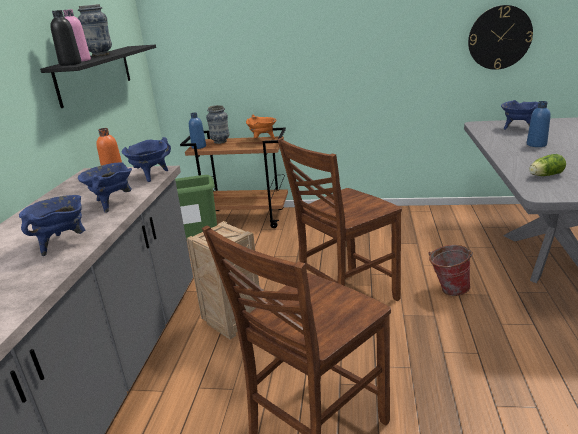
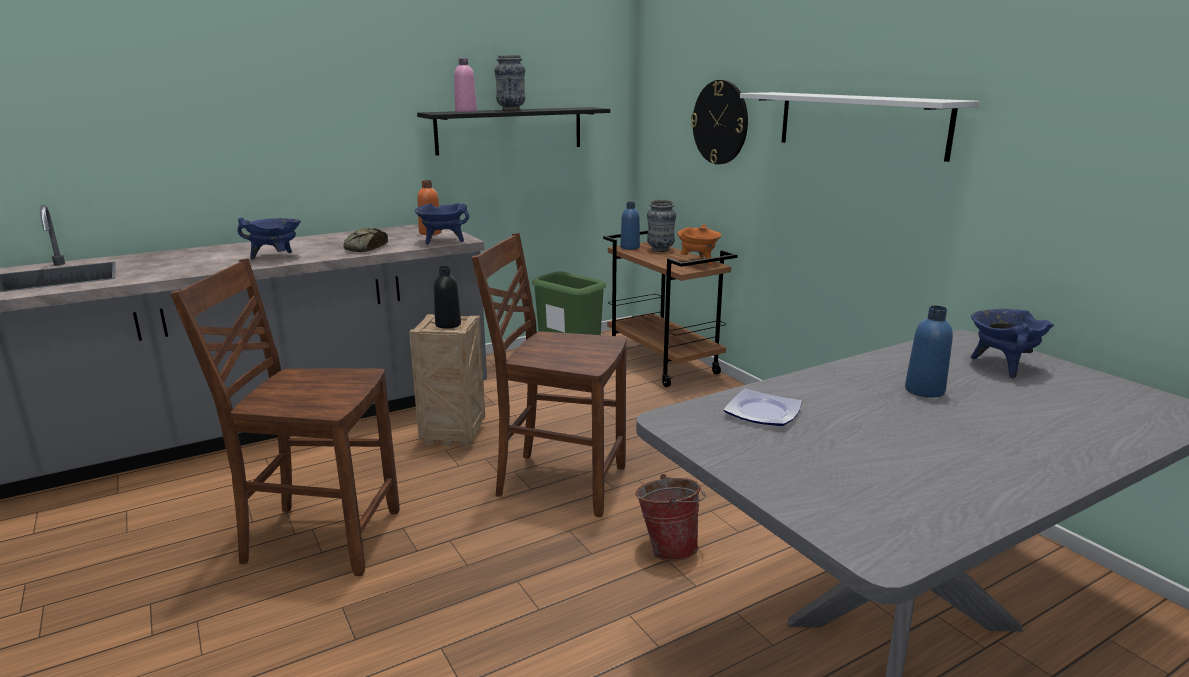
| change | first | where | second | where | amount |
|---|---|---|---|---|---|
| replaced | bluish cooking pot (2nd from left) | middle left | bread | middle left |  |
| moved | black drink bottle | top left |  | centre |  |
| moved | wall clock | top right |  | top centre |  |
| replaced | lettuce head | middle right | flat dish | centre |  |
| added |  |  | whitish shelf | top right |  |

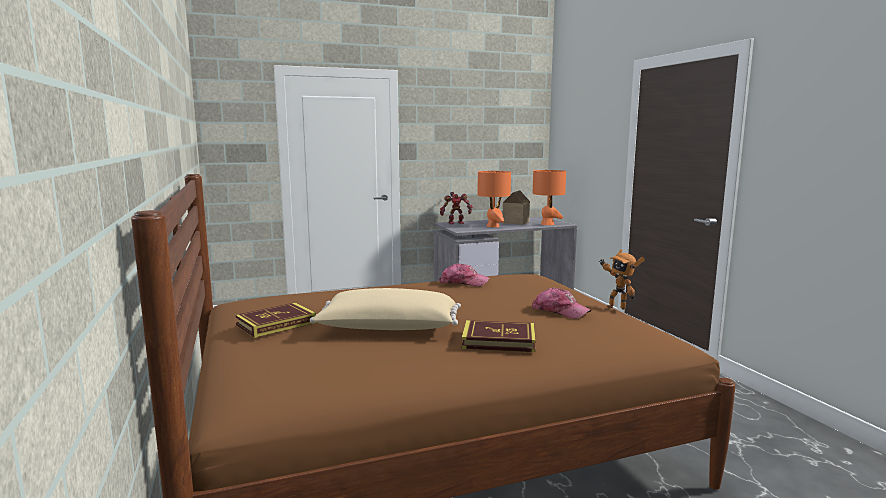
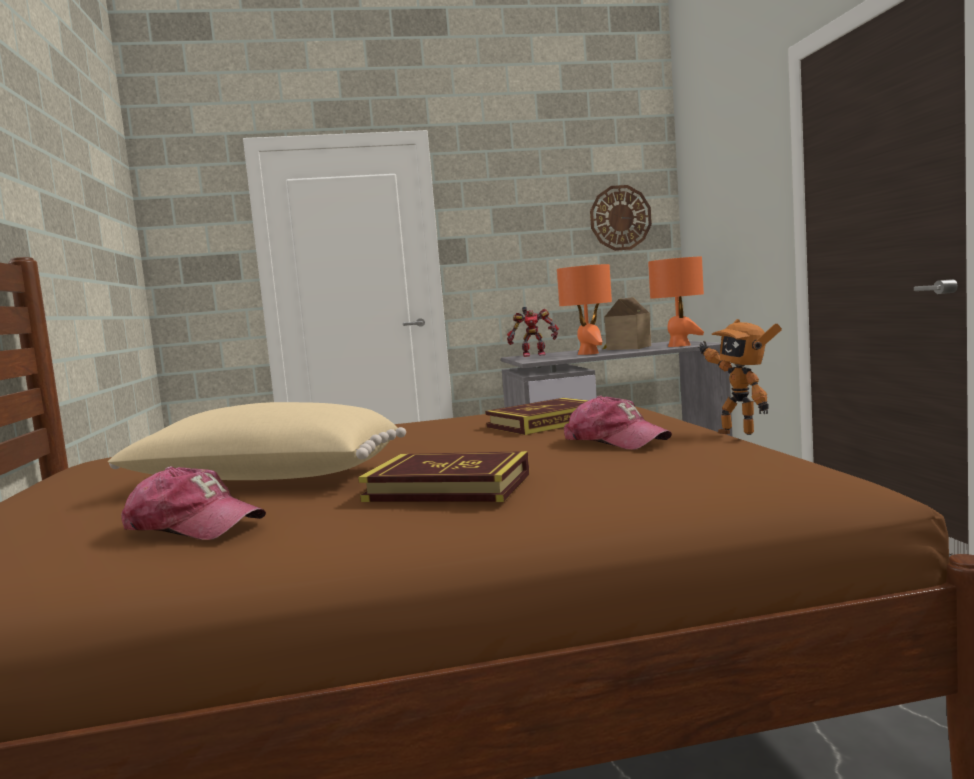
| change | first | where | second | where | amount |
|---|---|---|---|---|---|
| moved | cap (1st from left) | centre |  | middle left |  |
| moved | bound book (1st from left in the first image) | middle left | bound book (2nd from left) | centre |  |
| added |  |  | wall clock | top centre |  |

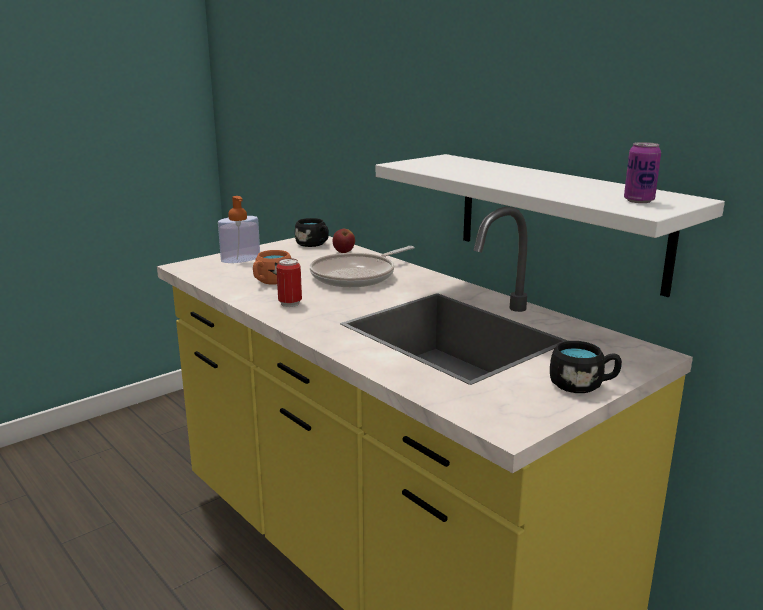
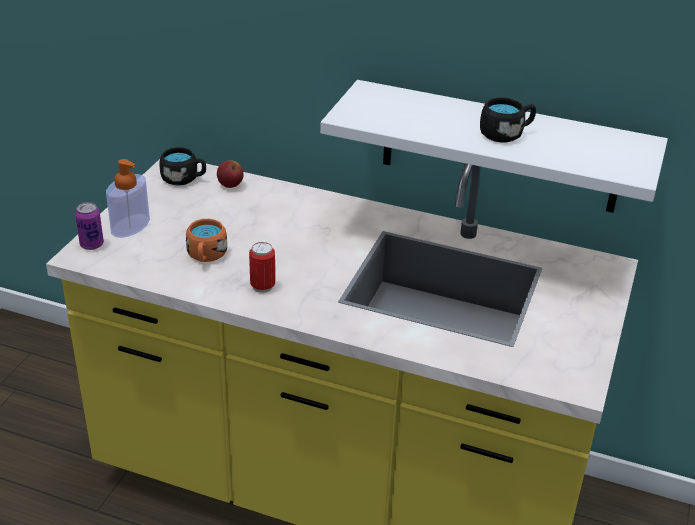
| change | first | where | second | where | amount |
|---|---|---|---|---|---|
| moved | can (2nd from left in the first image) | top right | can (1st from left) | middle left |  |
| moved | black tea mug (2nd from left) | middle right |  | top right |  |
| removed | skillet | centre |  |  |  |

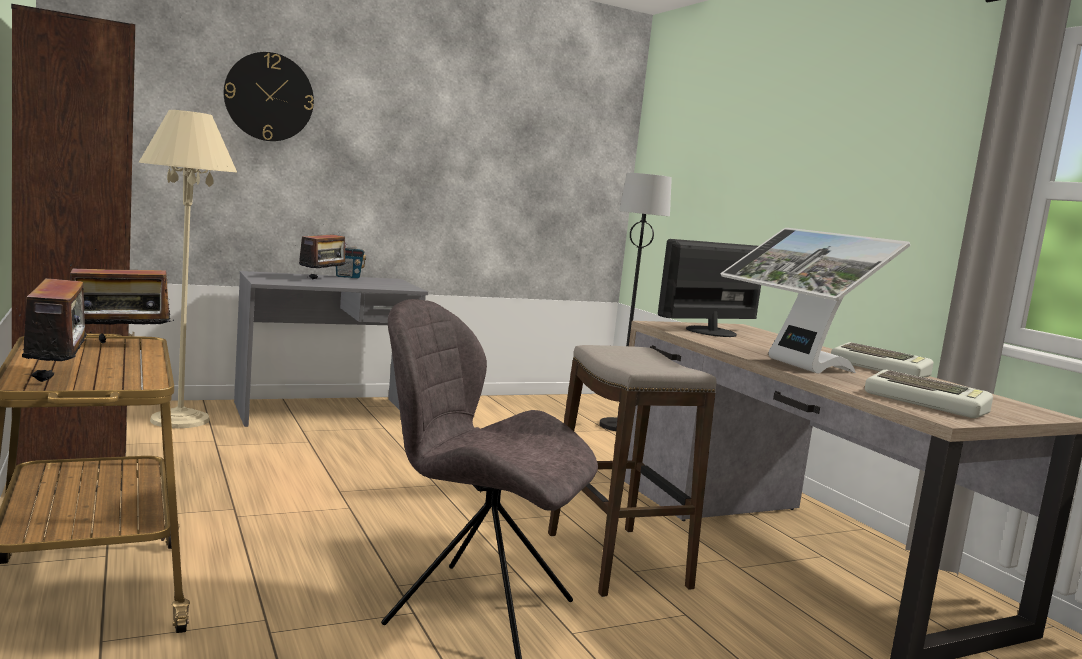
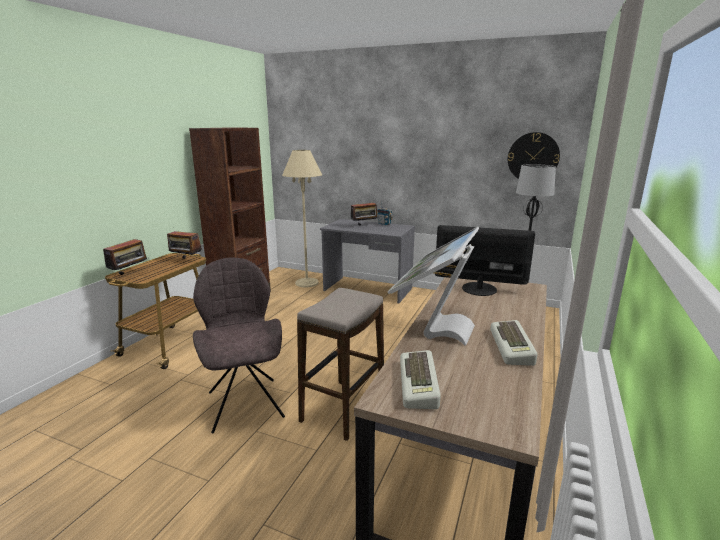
| change | first | where | second | where | amount |
|---|---|---|---|---|---|
| moved | wall clock | top left |  | top right |  |

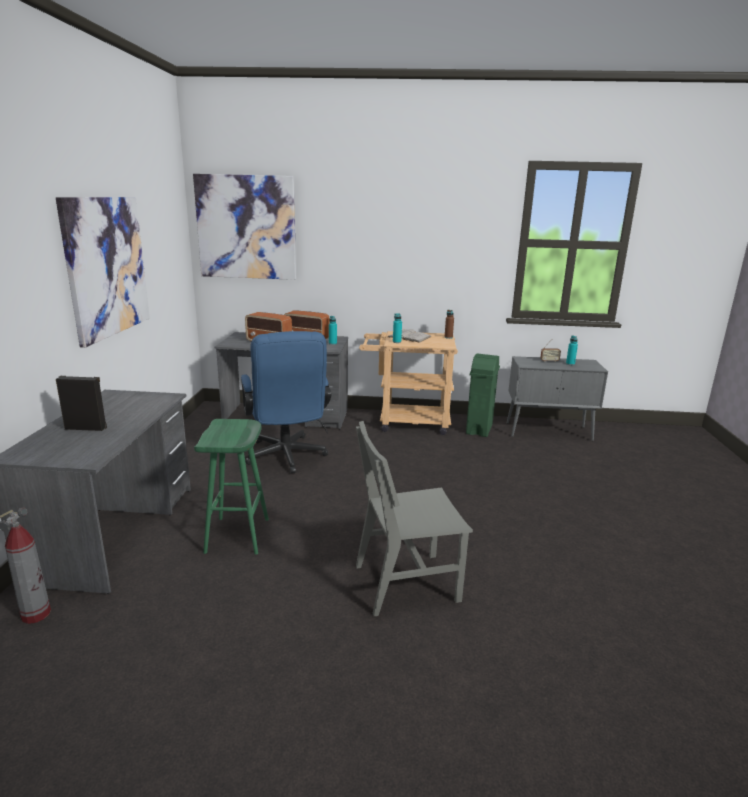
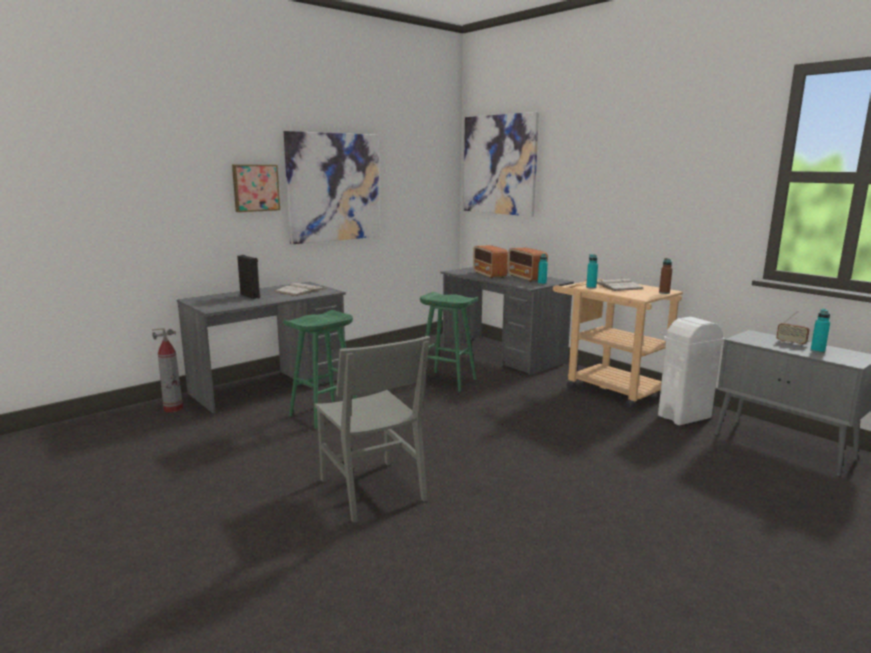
| change | first | where | second | where | amount |
|---|---|---|---|---|---|
| added |  |  | wall picture (1st from left) | top left |  |
| added |  |  | whitish bound book (1st from left) | centre |  |
| turned | grey upright chair | centre |  | centre | 150 degrees counterclockwise |
| replaced | bluish computer chair | centre | greenish stool (2nd from left) | centre |  |
| recoloured | greenish rubbish bin | centre | whitish rubbish bin | middle right |  |

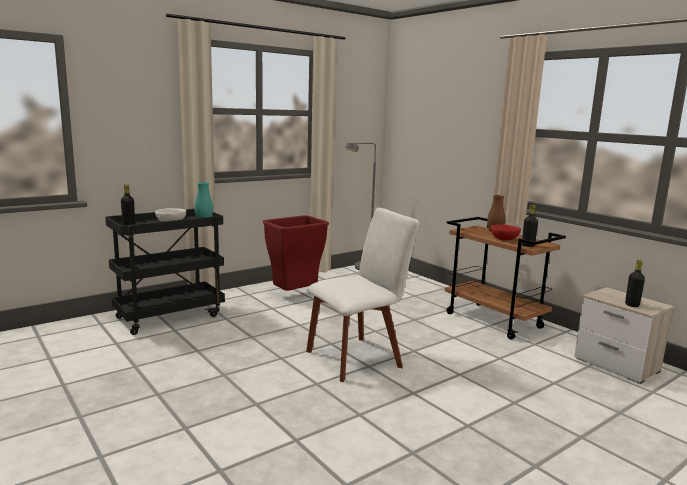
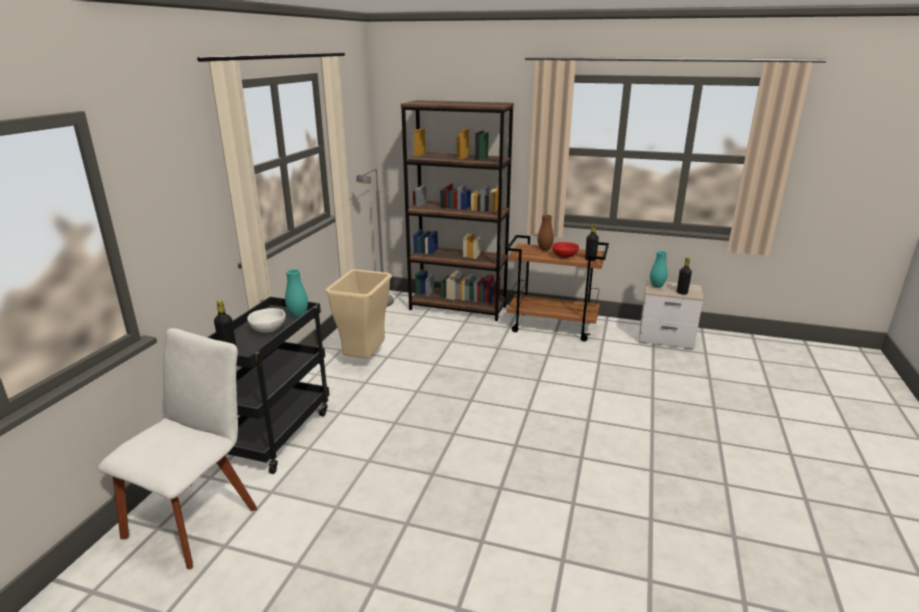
| change | first | where | second | where | amount |
|---|---|---|---|---|---|
| moved | whitish upright chair | centre |  | bottom left |  |
| recoloured | red-coloured rubbish bin | centre | sand-coloured rubbish bin | centre |  |
| added |  |  | brown bookcase | centre |  |
| added |  |  | turquoise-coloured flower vase (2nd from left) | middle right |  |

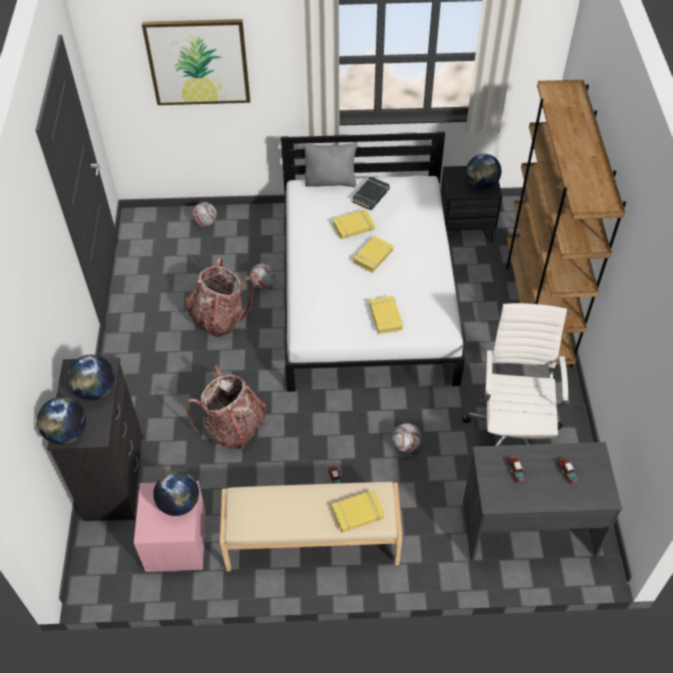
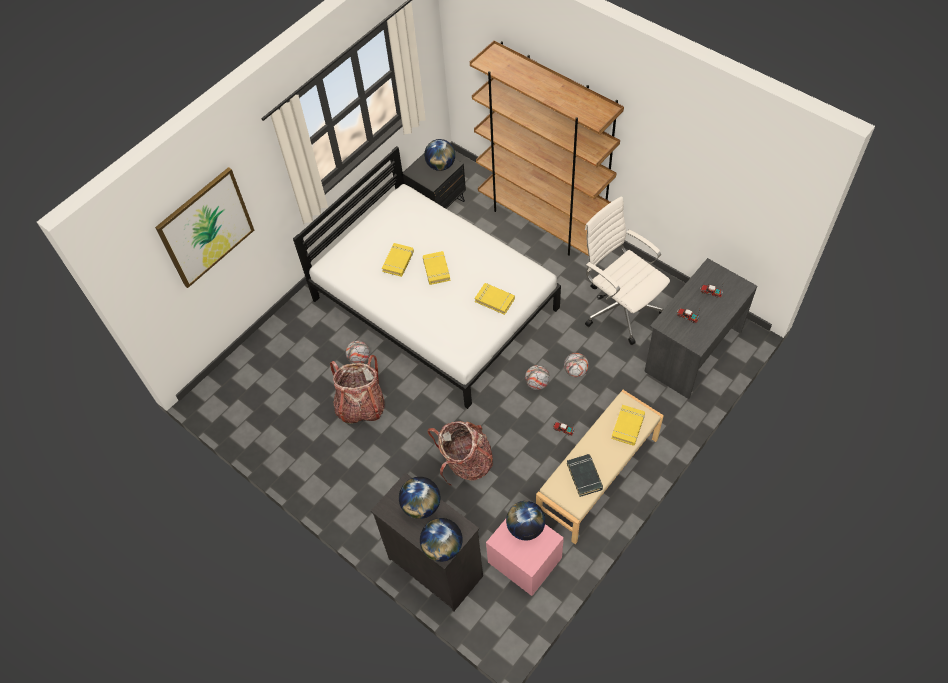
| change | first | where | second | where | amount |
|---|---|---|---|---|---|
| moved | ball for football (1st from left in the first image) | top left | ball for football (2nd from left) | centre |  |
| moved | black bound book | top centre |  | bottom centre |  |
| removed | grey throw pillow | top centre |  |  |  |

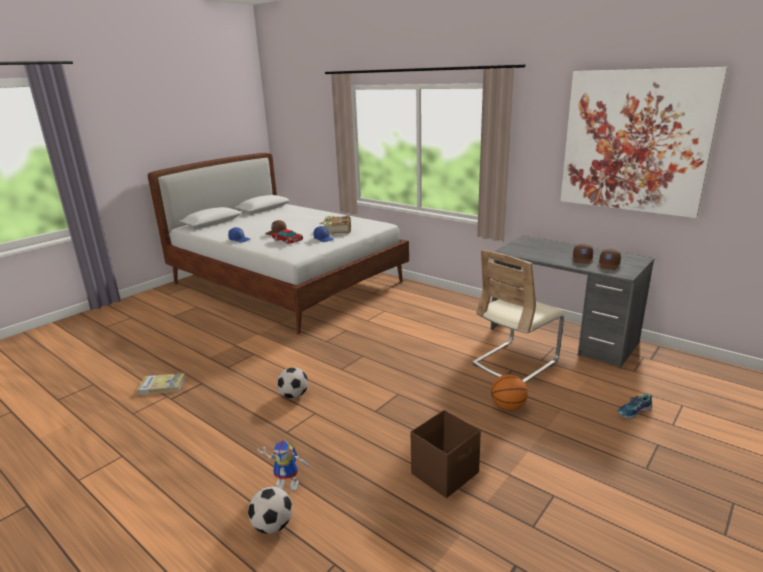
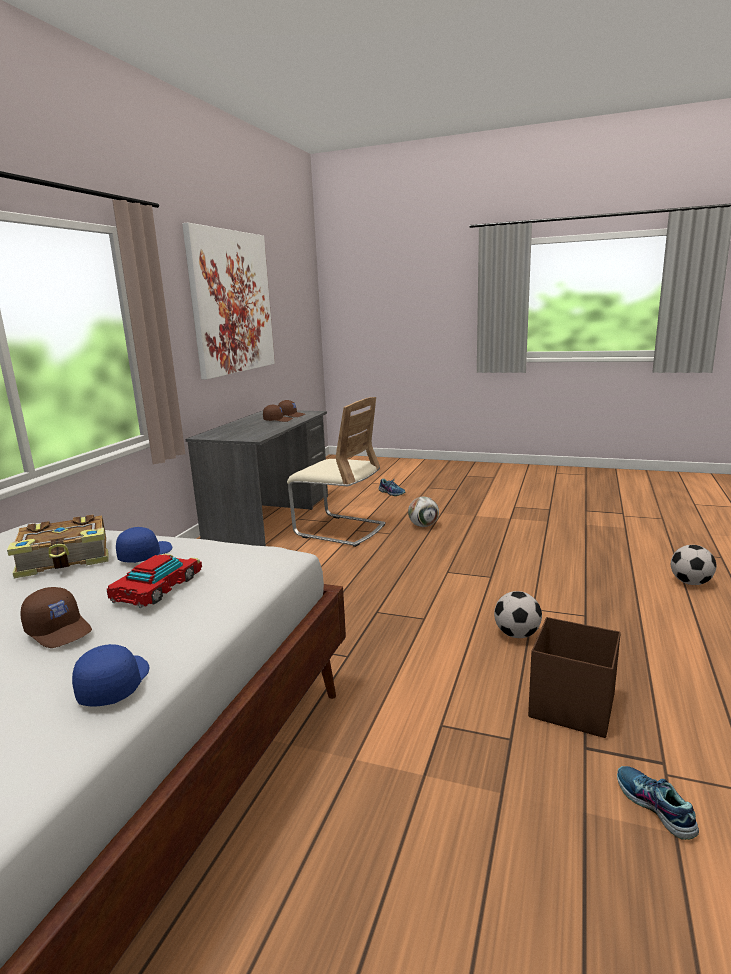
| change | first | where | second | where | amount |
|---|---|---|---|---|---|
| replaced | basketball | bottom right | ball for football (1st from left) | centre |  |
| moved | brown storage container | bottom centre |  | bottom right |  |
| replaced | bound book (1st from left) | bottom left | item of footwear (2nd from left) | bottom right |  |
| removed | model robot | bottom centre |  |  |  |

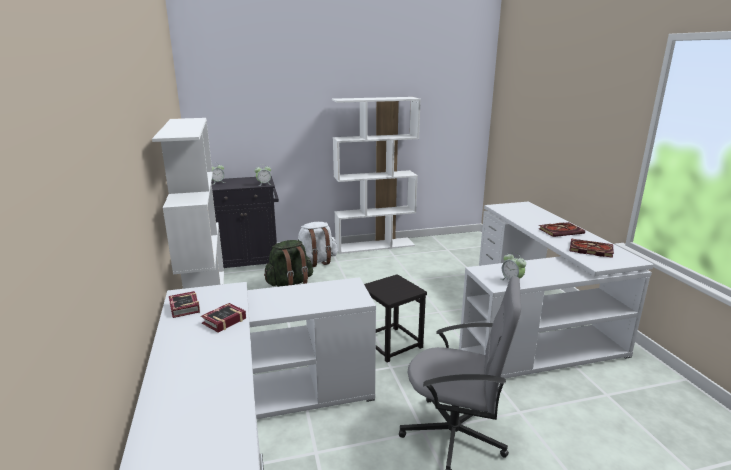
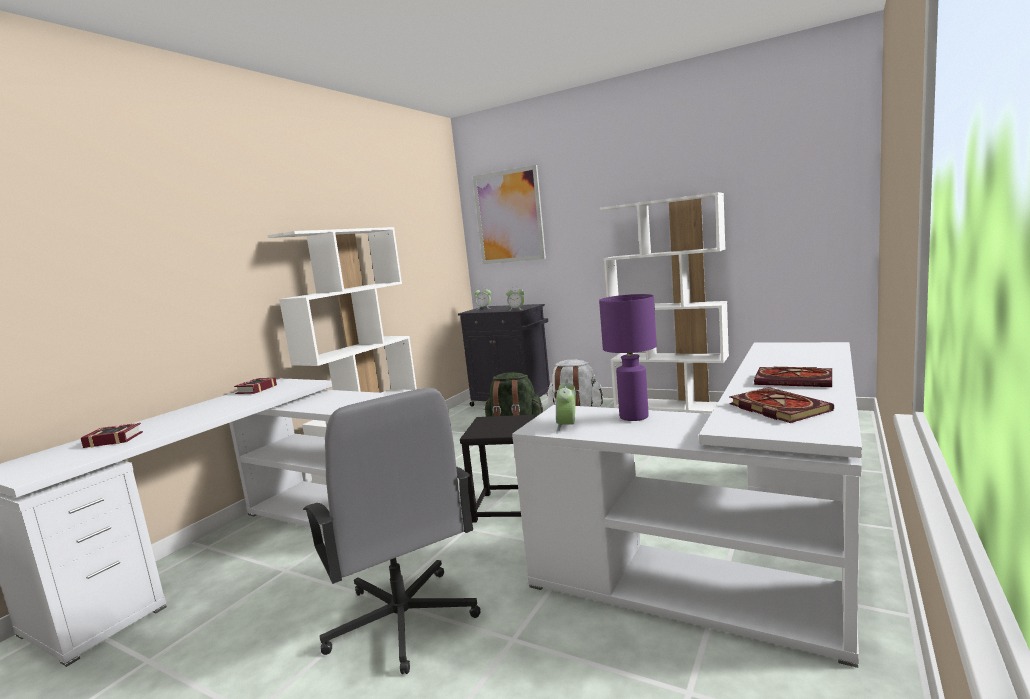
| change | first | where | second | where | amount |
|---|---|---|---|---|---|
| moved | bound book (2nd from left in the first image) | bottom left | bound book (1st from left) | middle left |  |
| added |  |  | wall picture | top centre |  |
| added |  |  | purplish table lamp | centre |  |

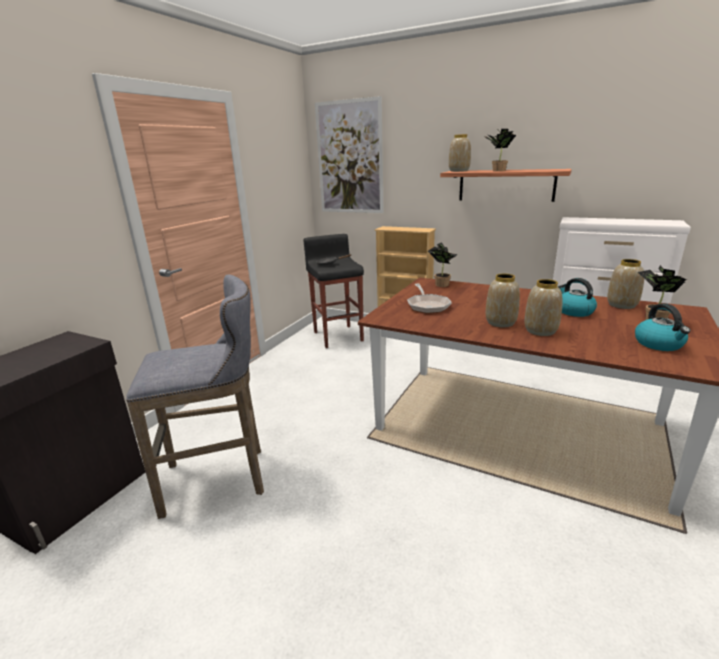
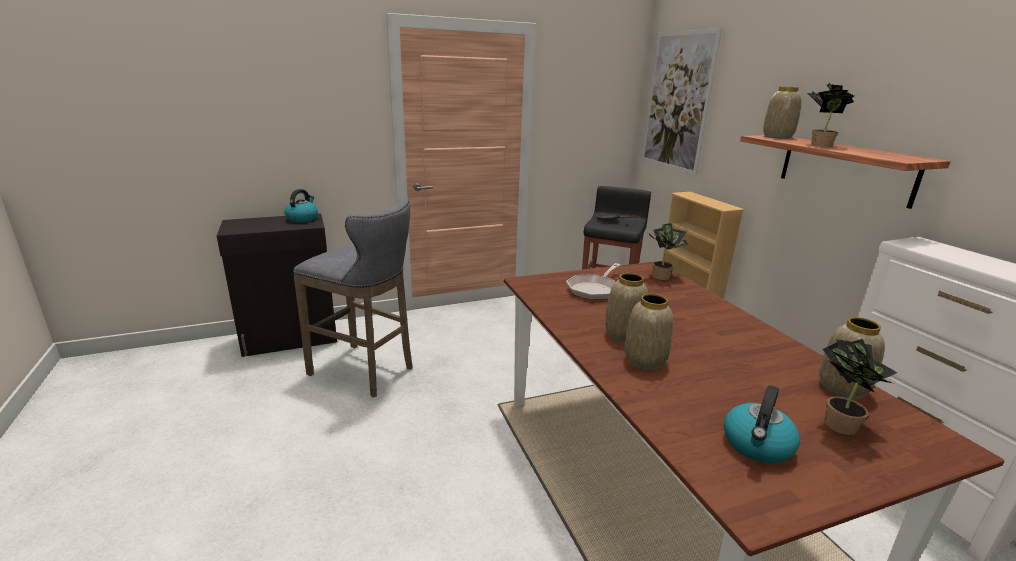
| change | first | where | second | where | amount |
|---|---|---|---|---|---|
| moved | water kettle (1st from left) | middle right |  | middle left |  |

